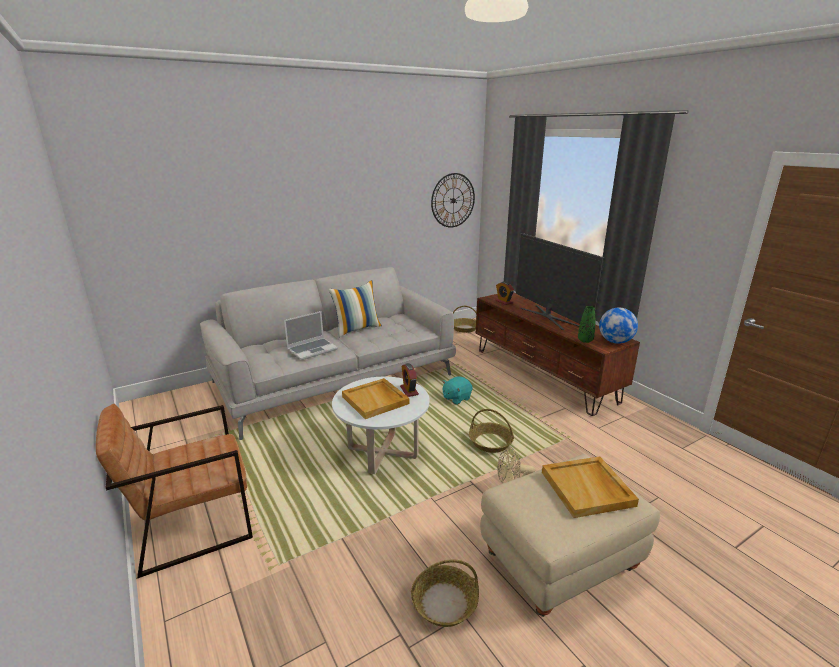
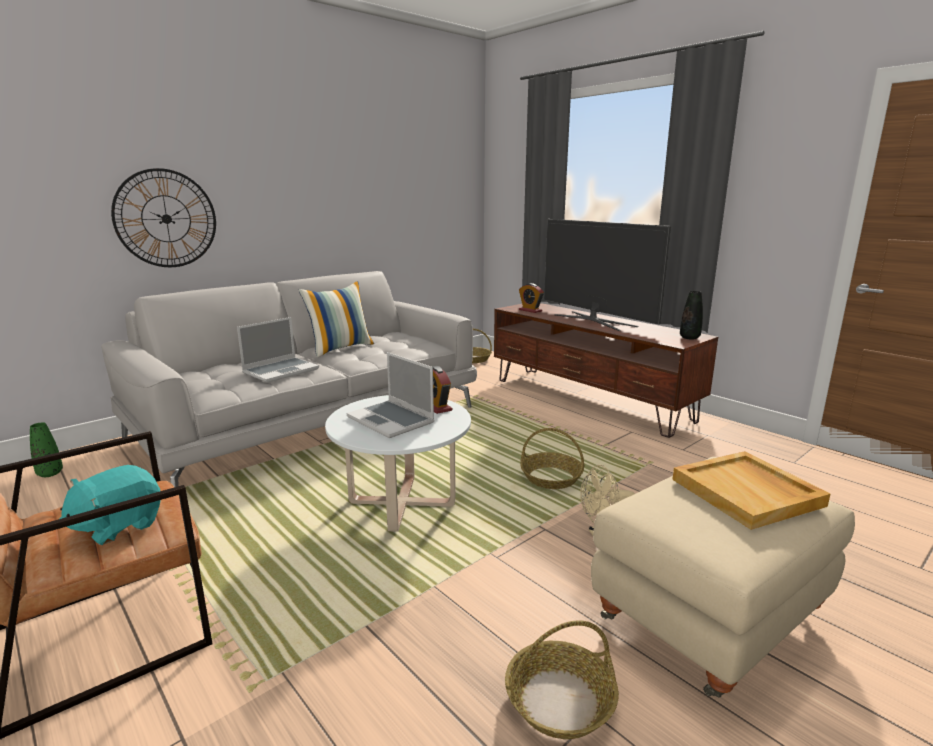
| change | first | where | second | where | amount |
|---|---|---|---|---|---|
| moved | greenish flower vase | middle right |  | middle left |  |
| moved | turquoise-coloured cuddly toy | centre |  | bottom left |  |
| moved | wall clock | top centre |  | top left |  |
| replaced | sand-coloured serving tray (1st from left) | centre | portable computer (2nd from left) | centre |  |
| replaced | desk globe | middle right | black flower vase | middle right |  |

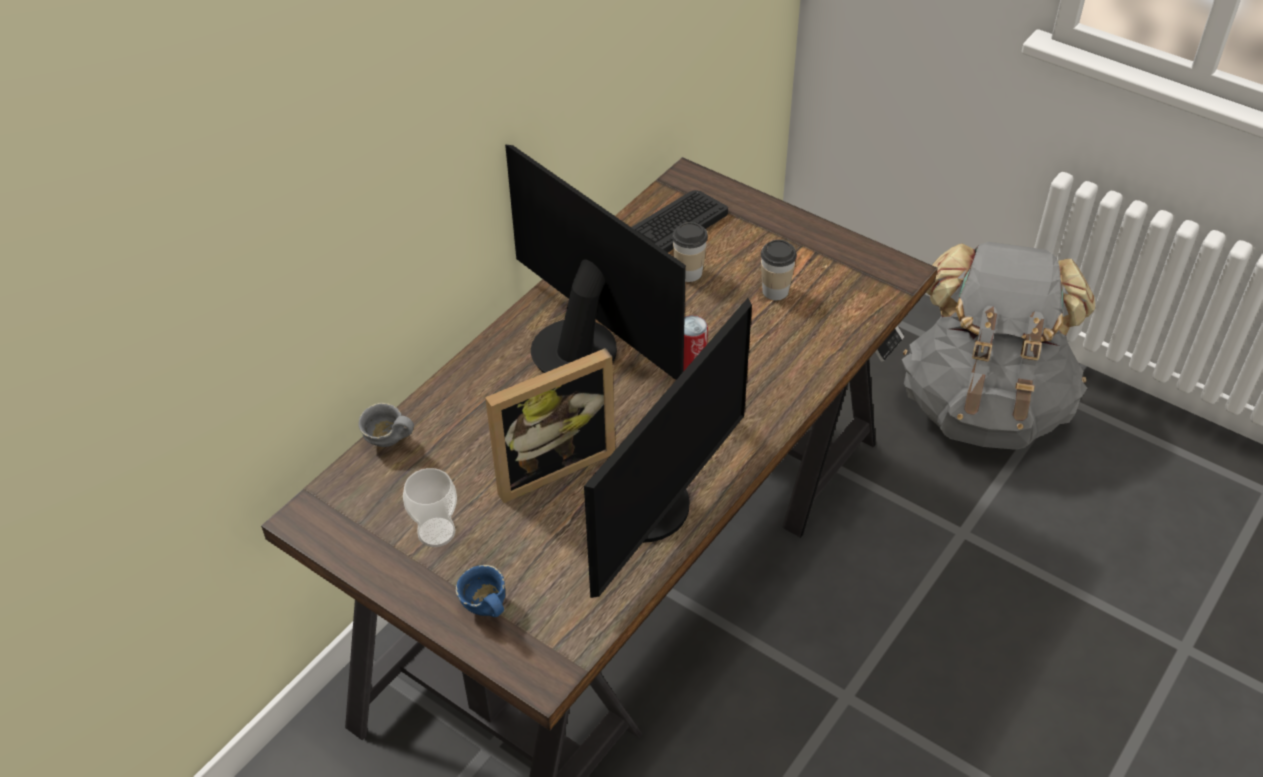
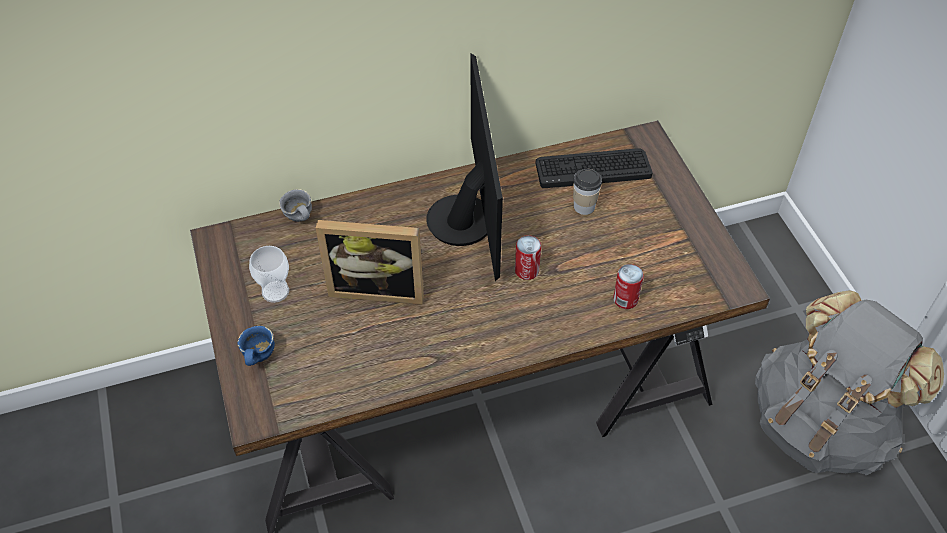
| change | first | where | second | where | amount |
|---|---|---|---|---|---|
| added |  |  | can (2nd from left) | centre |  |
| removed | computer screen (2nd from left) | centre |  |  |  |
| removed | cup (3rd from left) | centre |  |  |  |

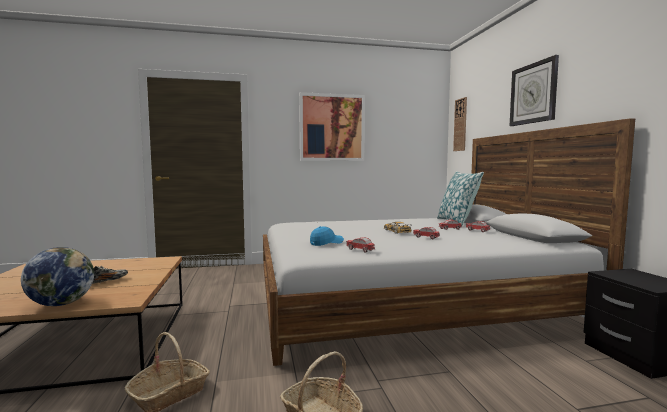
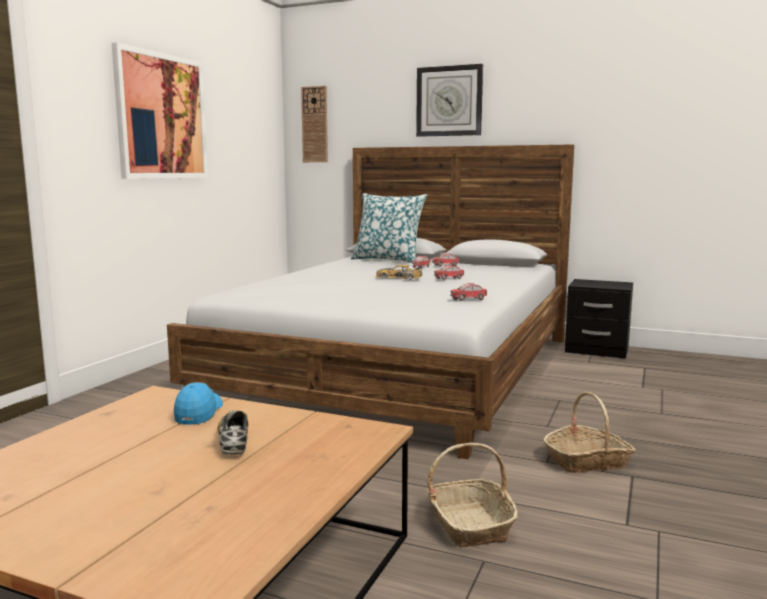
| change | first | where | second | where | amount |
|---|---|---|---|---|---|
| moved | bluish cap | centre |  | bottom left |  |
| removed | desk globe | bottom left |  |  |  |

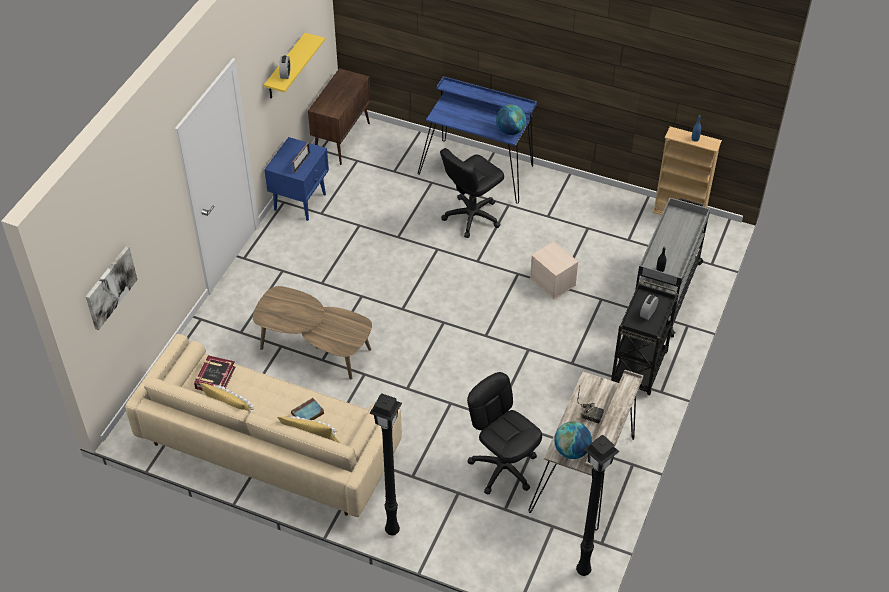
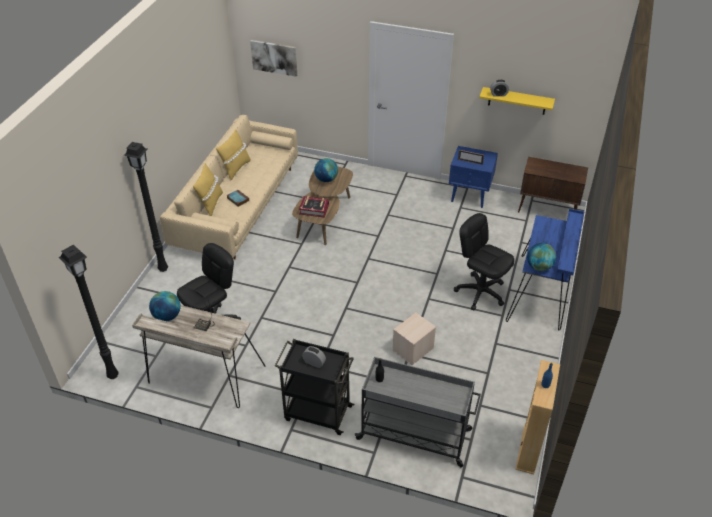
| change | first | where | second | where | amount |
|---|---|---|---|---|---|
| moved | bound book (1st from left in the first image) | middle left | bound book (2nd from left) | centre |  |
| added |  |  | desk globe (2nd from left) | top centre |  |

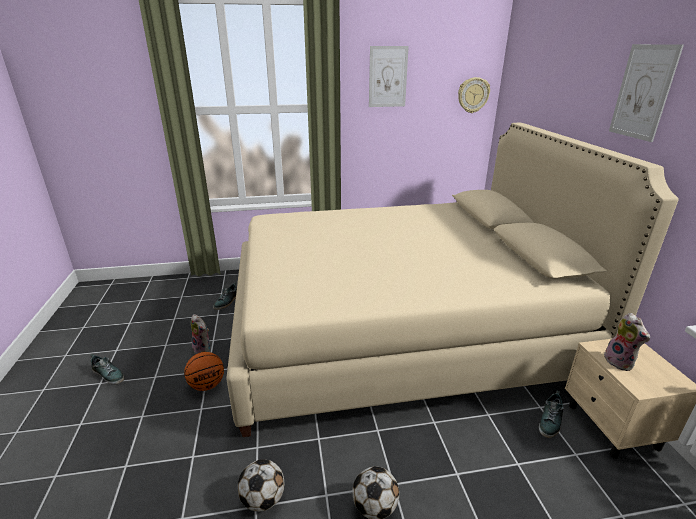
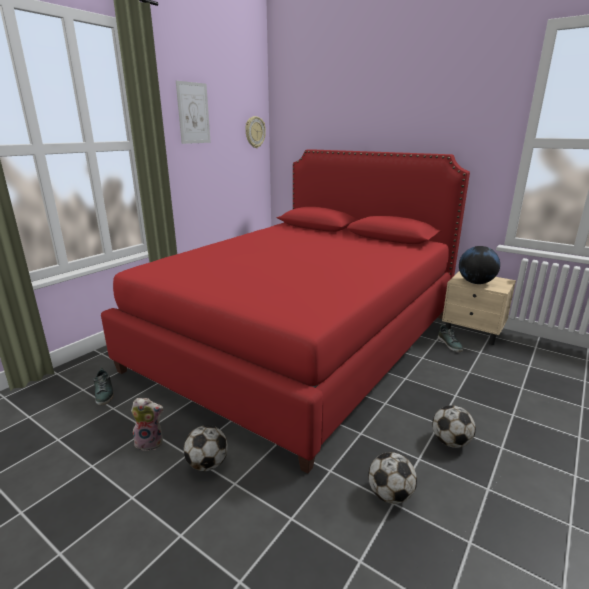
| change | first | where | second | where | amount |
|---|---|---|---|---|---|
| recoloured | sand-coloured sleeping bed | centre | red-coloured sleeping bed | centre |  |
| replaced | basketball | bottom left | ball for football (1st from left) | bottom centre |  |
| replaced | cuddly toy (2nd from left) | middle right | desk globe | middle right |  |
| removed | item of footwear (1st from left) | bottom left |  |  |  |
| removed | wall picture (2nd from left) | top right |  |  |  |

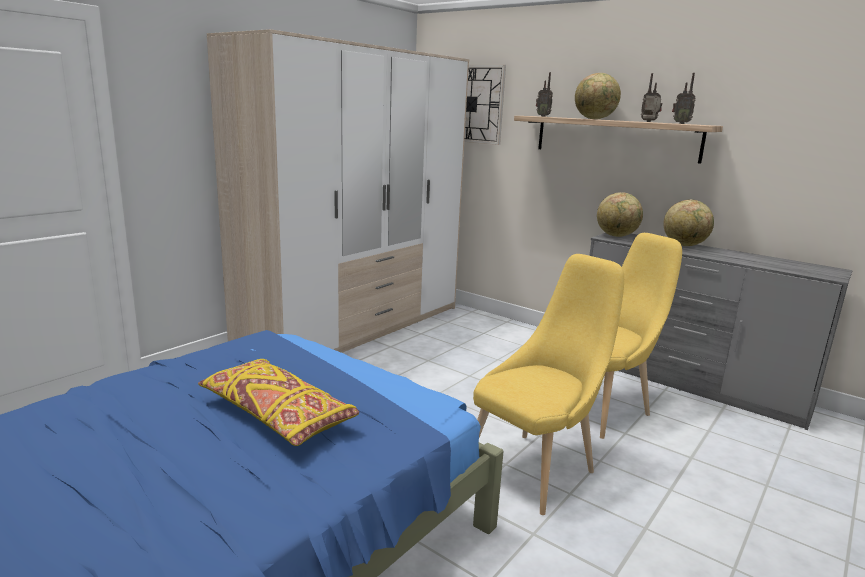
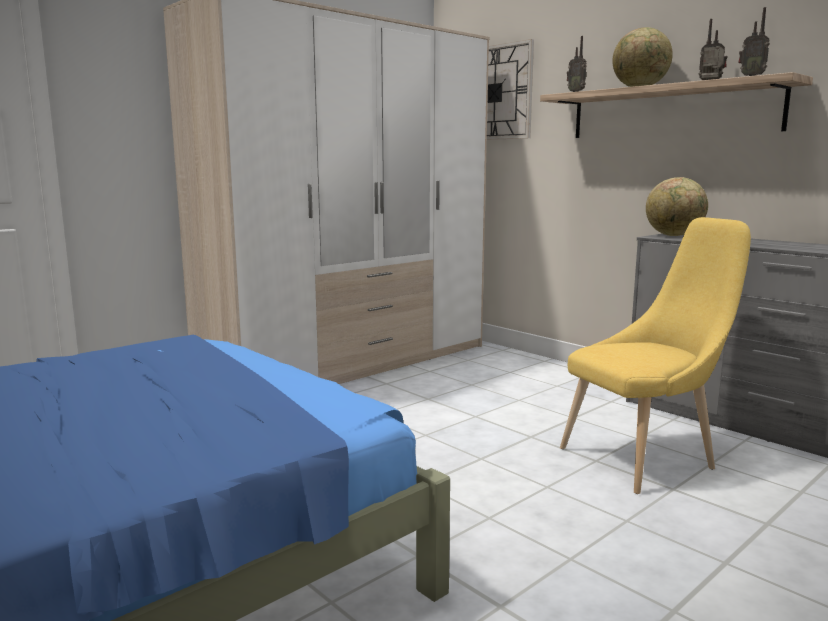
| change | first | where | second | where | amount |
|---|---|---|---|---|---|
| removed | yellow-coloured throw pillow | bottom left |  |  |  |
| removed | yellow-coloured upright chair (1st from left) | centre |  |  |  |
| removed | desk globe (3rd from left) | middle right |  |  |  |

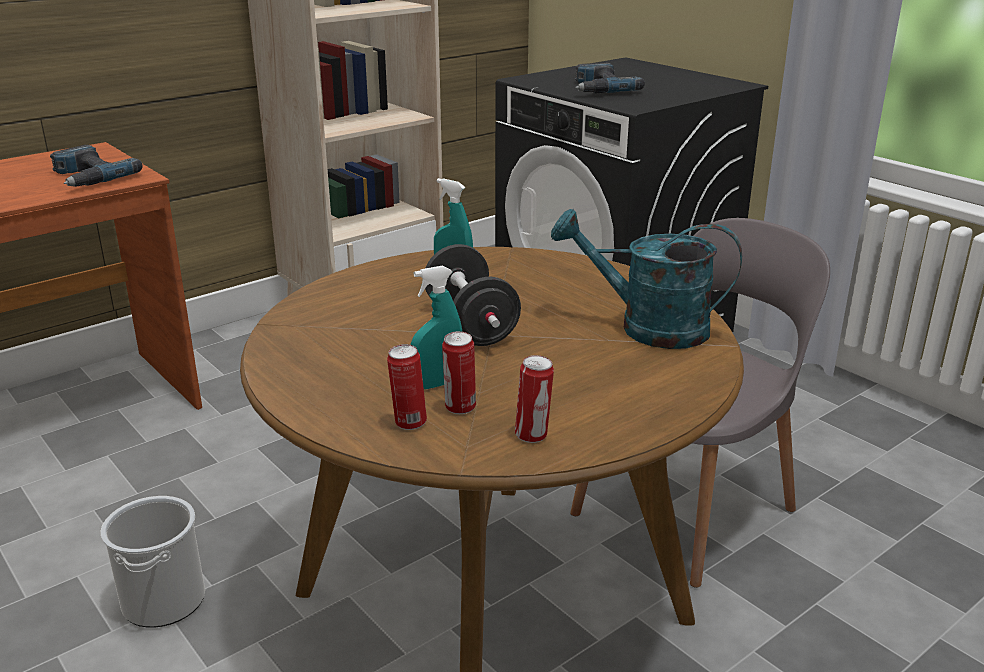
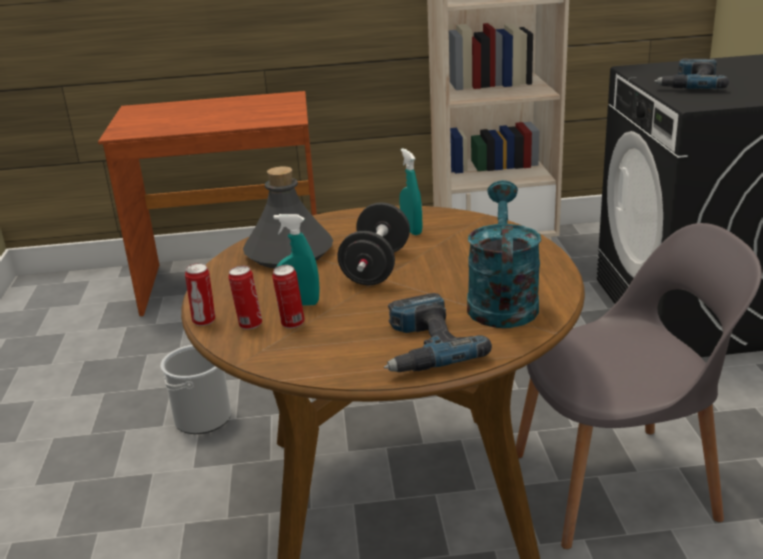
| change | first | where | second | where | amount |
|---|---|---|---|---|---|
| moved | can (3rd from left in the first image) | centre | can (1st from left) | middle left |  |
| added |  |  | grey drink bottle | centre |  |
| moved | drill (1st from left) | top left |  | centre |  |
| turned | turquoise-coloured watering pot | centre |  | centre | 45 degrees clockwise |

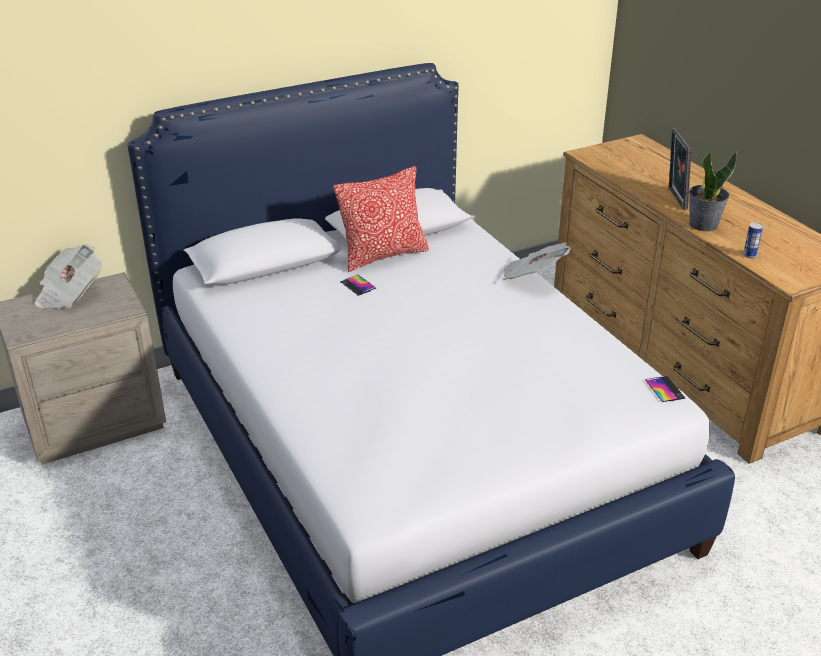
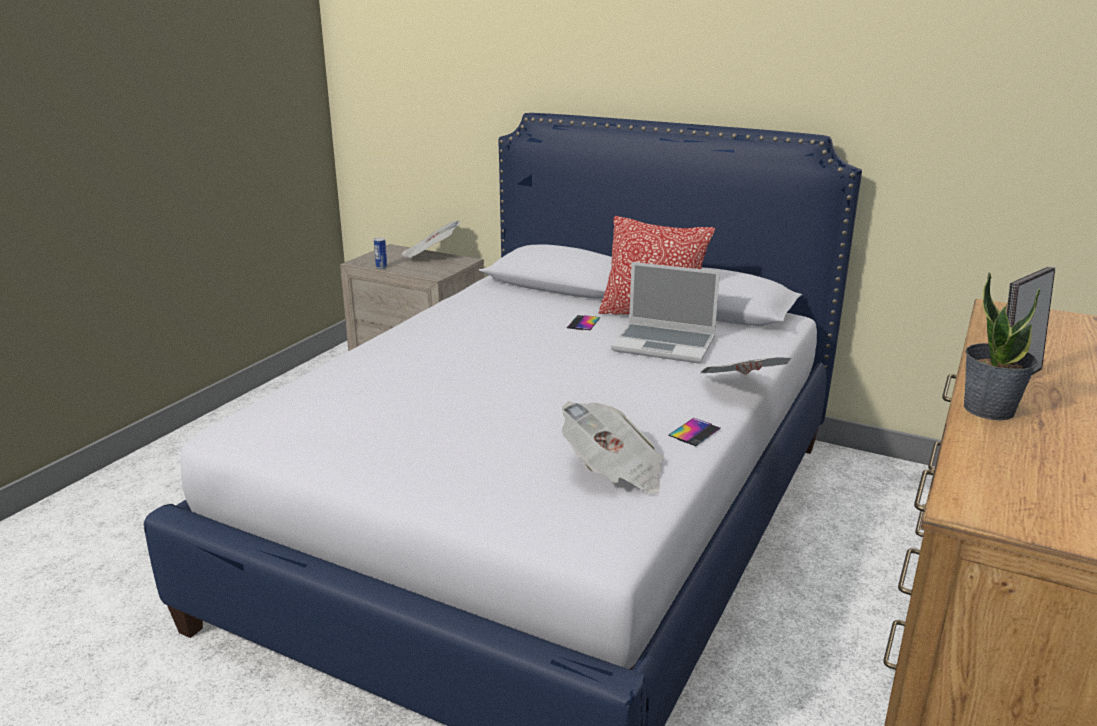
| change | first | where | second | where | amount |
|---|---|---|---|---|---|
| moved | can | middle right |  | centre |  |
| added |  |  | printed paper (2nd from left) | centre |  |
| added |  |  | portable computer | centre |  |
| moved | telephone (2nd from left) | middle right |  | centre |  |

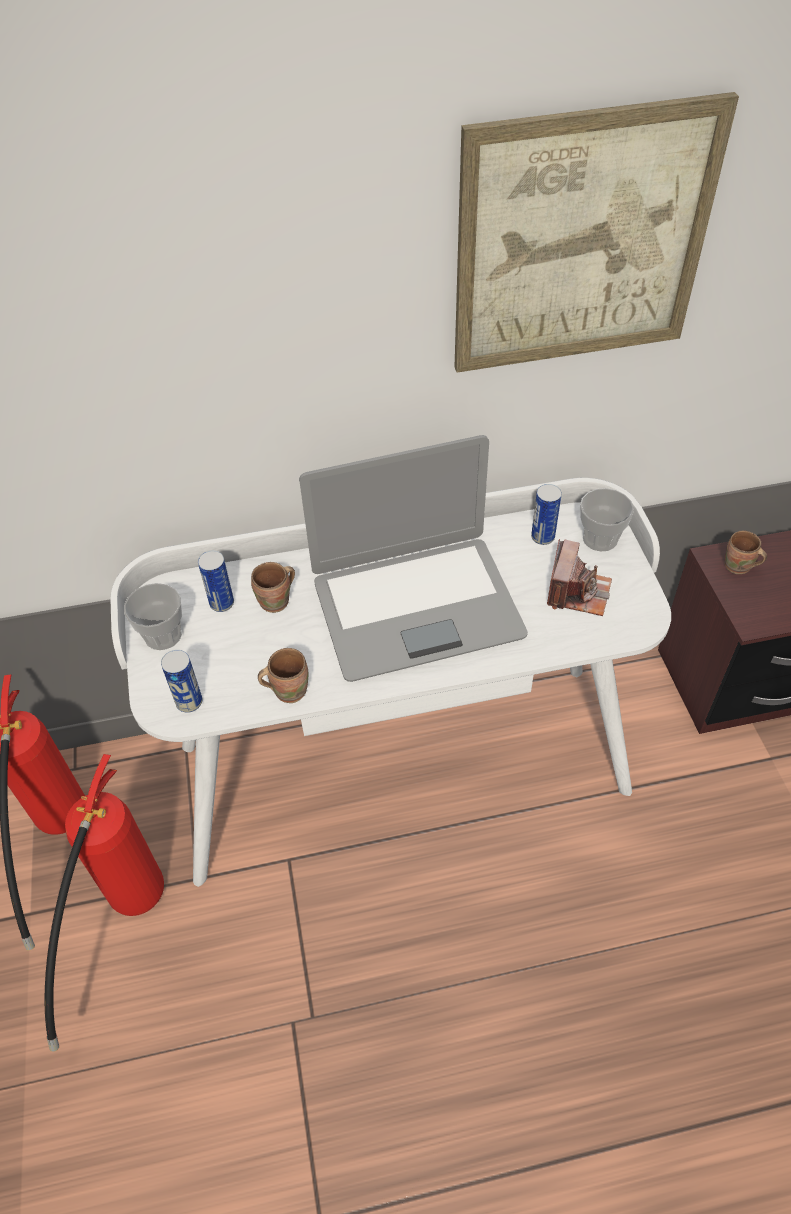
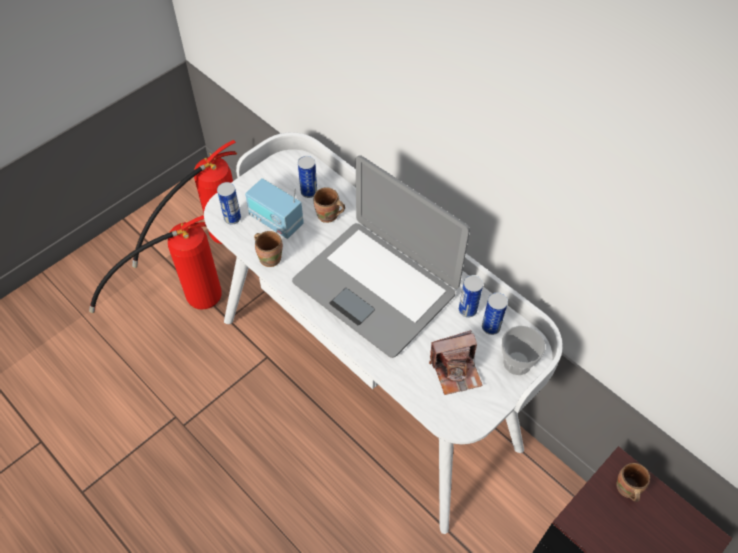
| change | first | where | second | where | amount |
|---|---|---|---|---|---|
| added |  |  | radio | centre |  |
| added |  |  | can (3rd from left) | centre |  |
| removed | cup (1st from left) | middle left |  |  |  |
| removed | wall picture | top right |  |  |  |

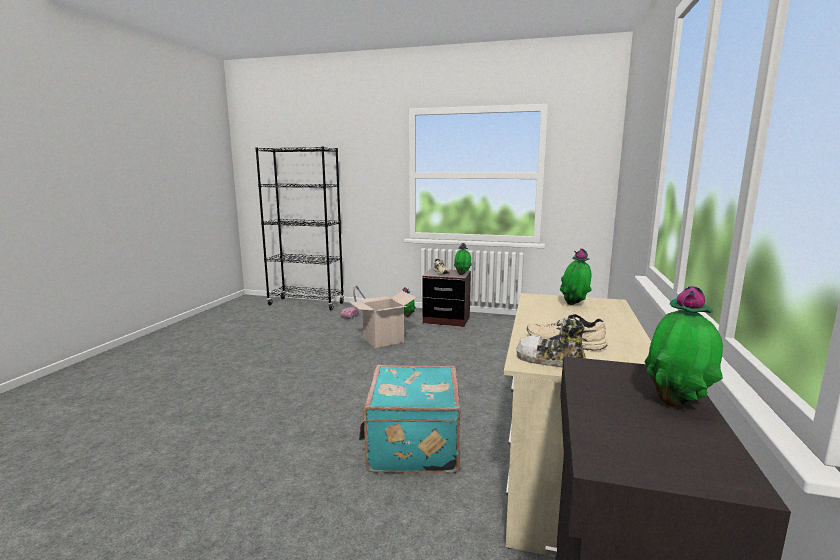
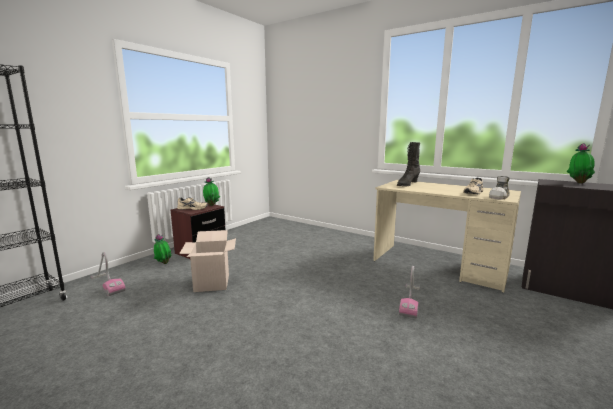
| change | first | where | second | where | amount |
|---|---|---|---|---|---|
| replaced | houseplant (3rd from left) | middle right | black boot | centre |  |
| replaced | turquoise-coloured travel case | bottom centre | vacuum (2nd from left) | bottom right |  |

